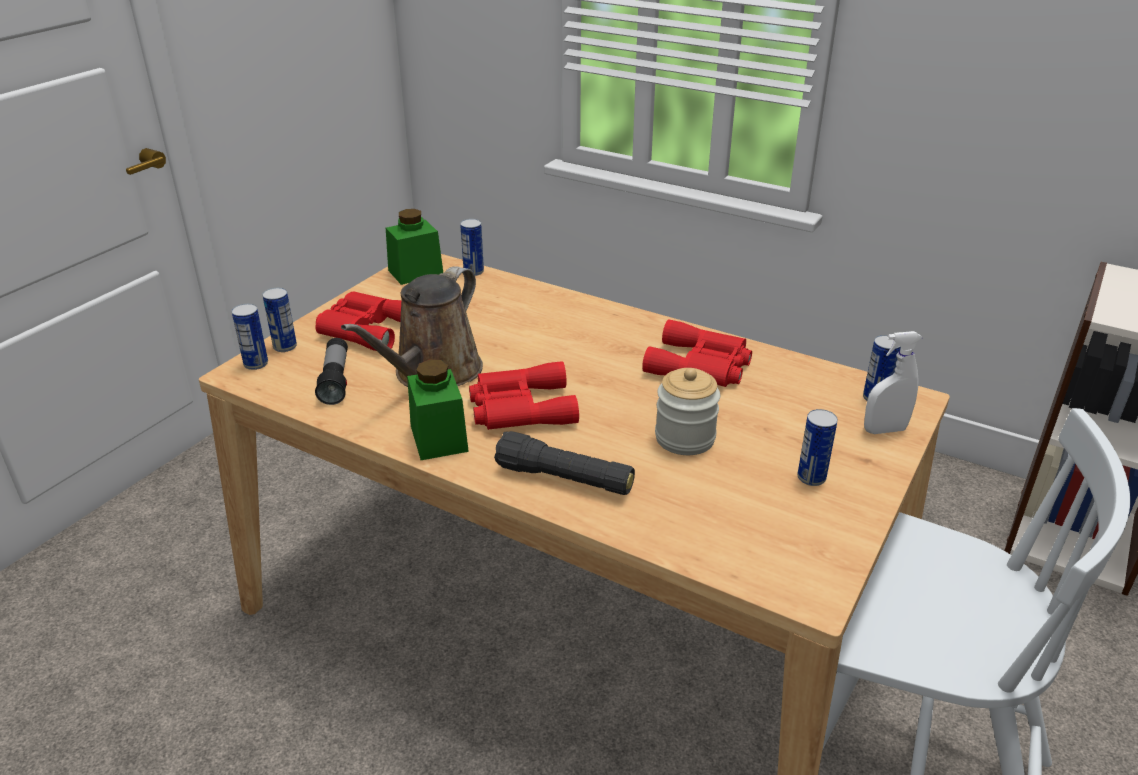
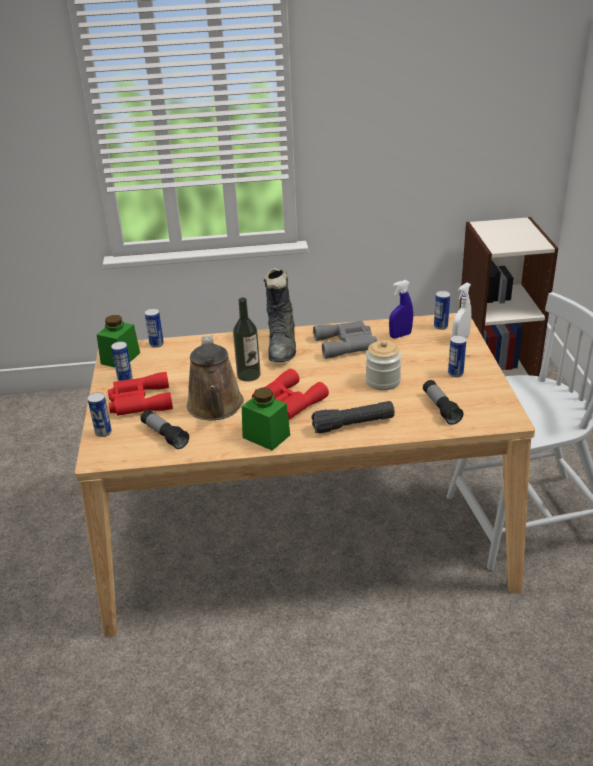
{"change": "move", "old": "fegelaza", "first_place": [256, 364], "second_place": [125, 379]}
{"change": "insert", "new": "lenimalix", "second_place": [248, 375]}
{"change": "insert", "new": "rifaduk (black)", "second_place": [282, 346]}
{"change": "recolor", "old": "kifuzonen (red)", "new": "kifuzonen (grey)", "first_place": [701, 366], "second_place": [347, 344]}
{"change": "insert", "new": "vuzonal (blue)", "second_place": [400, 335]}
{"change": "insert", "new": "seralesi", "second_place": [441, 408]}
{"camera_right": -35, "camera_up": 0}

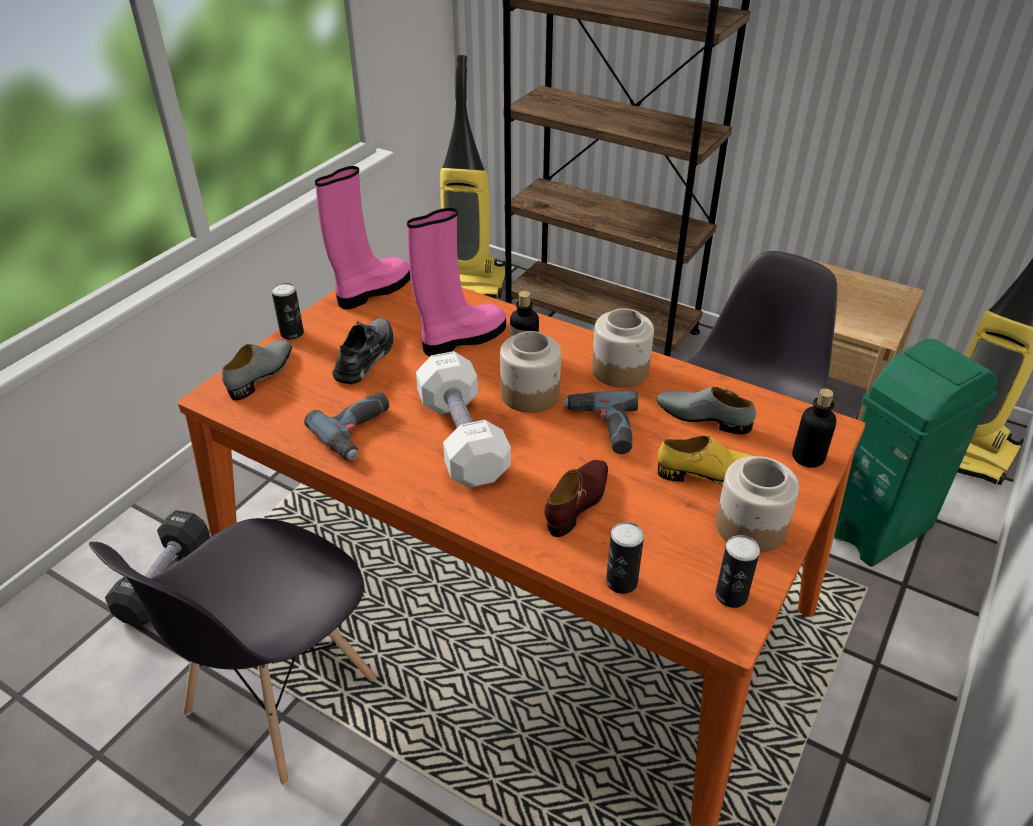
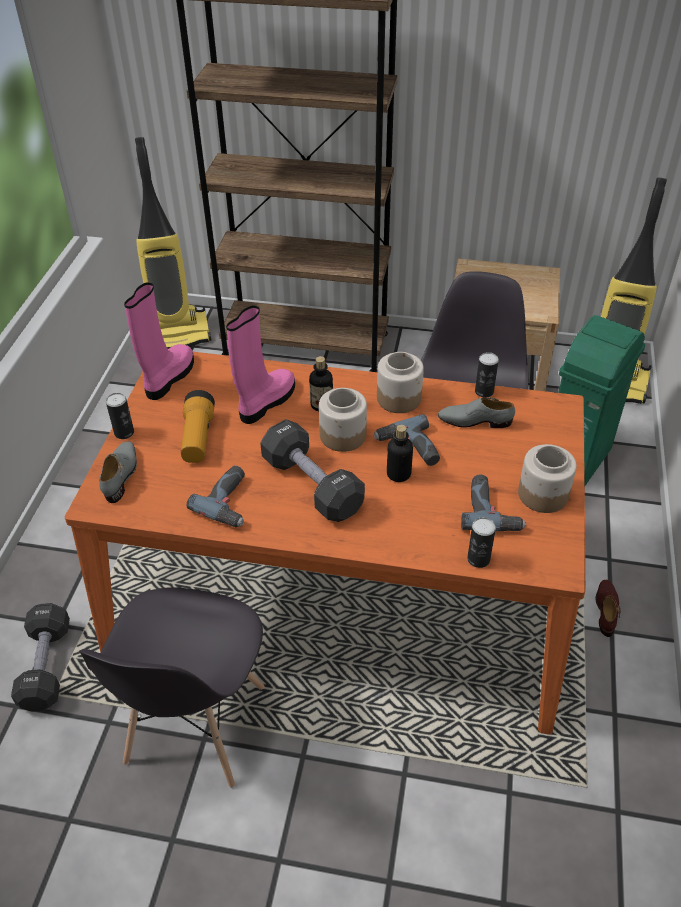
{"change": "replace", "old": "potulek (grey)", "new": "seralesi", "first_place": [365, 357], "second_place": [198, 437]}
{"change": "recolor", "old": "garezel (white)", "new": "garezel (black)", "first_place": [462, 438], "second_place": [312, 485]}
{"change": "move", "old": "lenimalix", "first_place": [808, 457], "second_place": [398, 474]}
{"change": "insert", "new": "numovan", "second_place": [491, 510]}
{"change": "move", "old": "fegelaza", "first_place": [731, 595], "second_place": [484, 391]}
{"change": "move", "old": "potulek (brown)", "first_place": [578, 502], "second_place": [606, 610]}
{"change": "delete", "old": "potulek (yellow)", "first_place": [709, 473]}
{"camera_right": -20, "camera_up": 5}

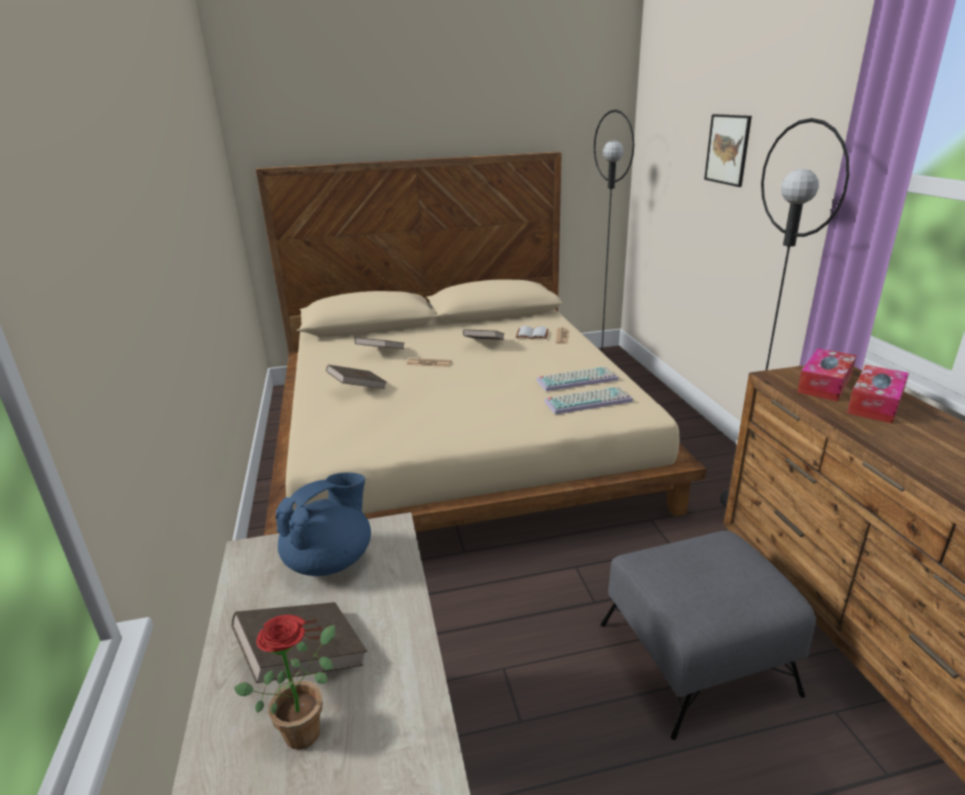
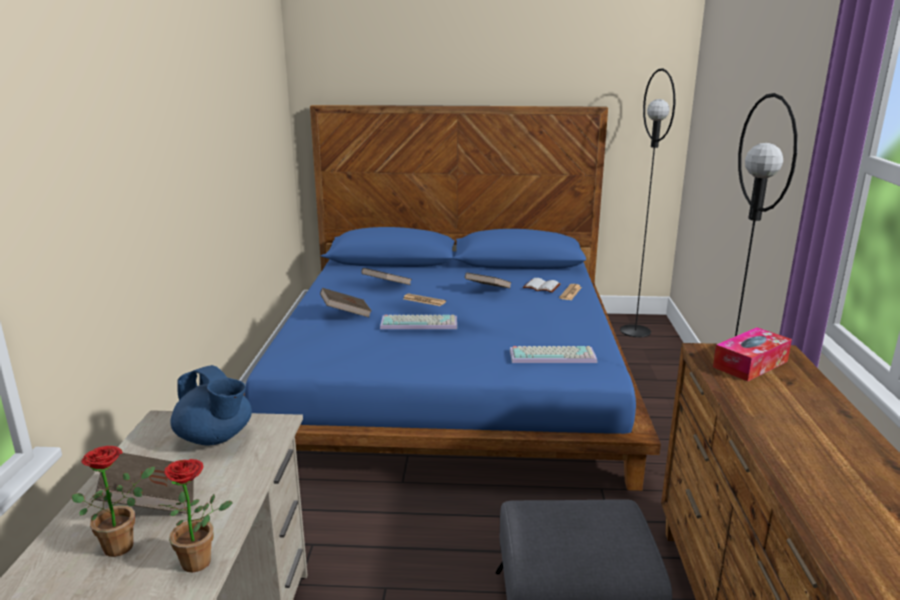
{"change": "insert", "new": "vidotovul", "second_place": [203, 561]}
{"change": "rotate", "old": "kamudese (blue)", "first_place": [330, 560], "second_place": [215, 438], "degrees": 75}
{"change": "recolor", "old": "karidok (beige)", "new": "karidok (blue)", "first_place": [456, 437], "second_place": [449, 379]}
{"change": "move", "old": "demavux", "first_place": [577, 379], "second_place": [420, 323]}
{"change": "delete", "old": "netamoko", "first_place": [727, 149]}
{"change": "delete", "old": "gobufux", "first_place": [875, 404]}
{"camera_right": 15, "camera_up": -5}

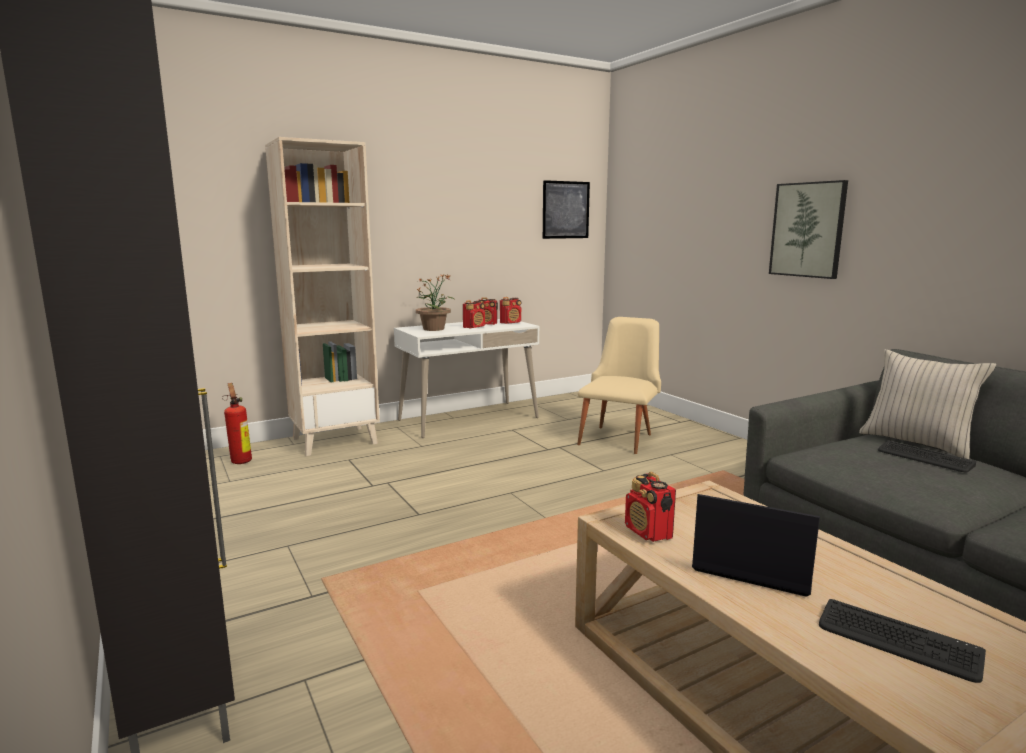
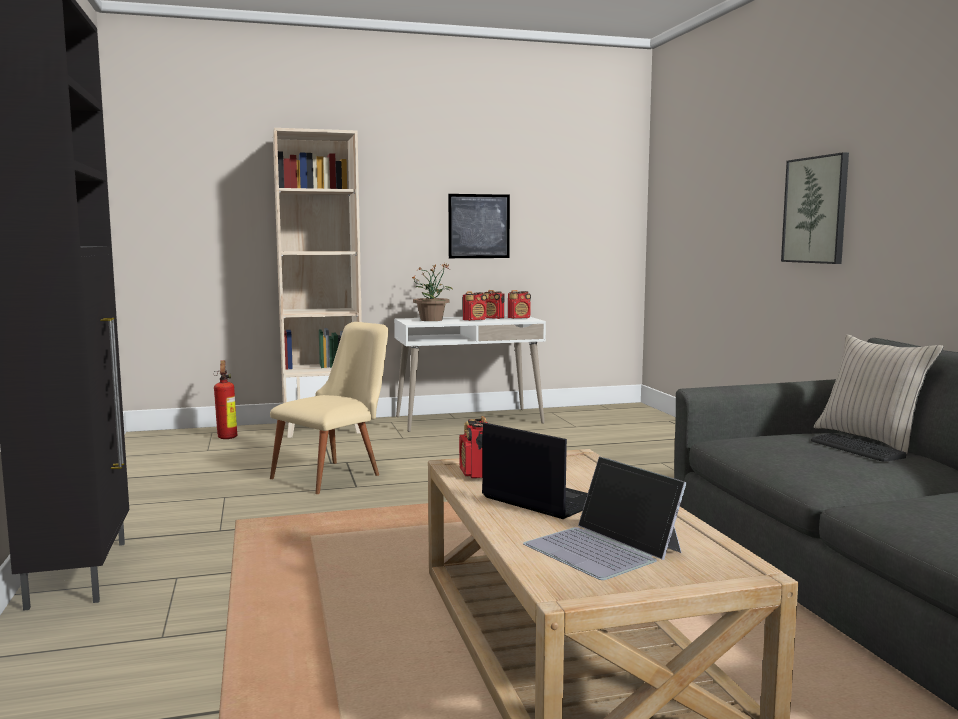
{"change": "move", "old": "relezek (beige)", "first_place": [619, 437], "second_place": [335, 475]}
{"change": "move", "old": "netamoko", "first_place": [565, 210], "second_place": [479, 226]}
{"change": "replace", "old": "demavux", "new": "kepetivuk", "first_place": [897, 641], "second_place": [603, 548]}
{"camera_right": 15, "camera_up": -5}

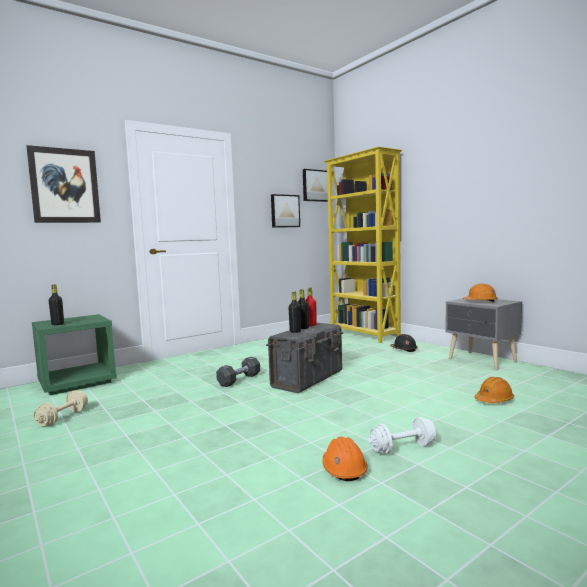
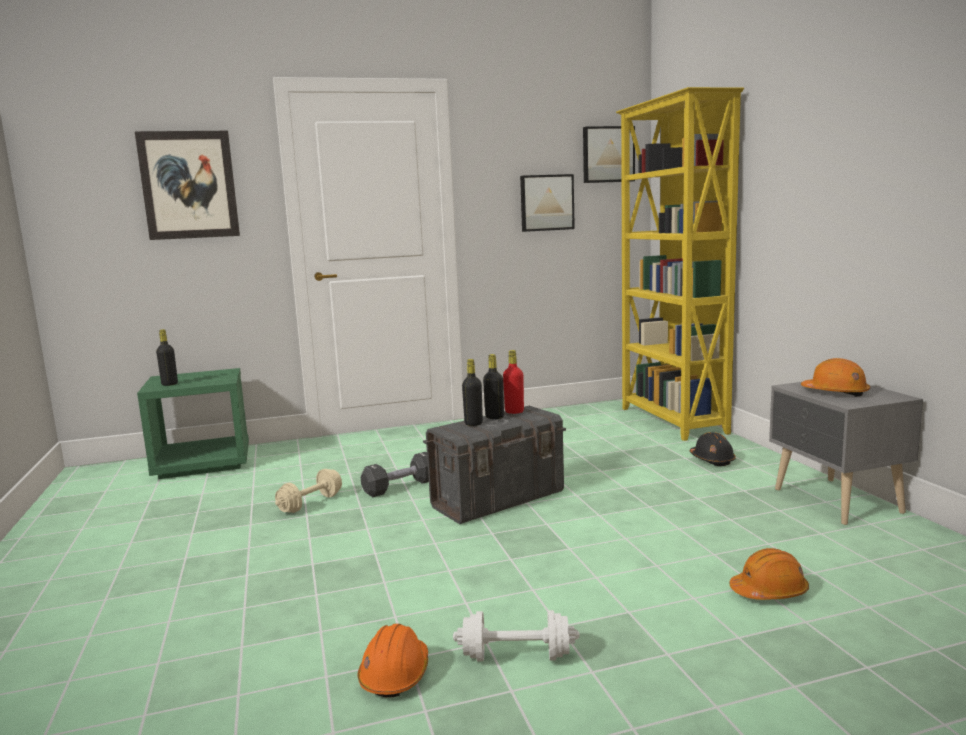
{"change": "move", "old": "garezel (beige)", "first_place": [63, 418], "second_place": [310, 504]}
{"camera_right": 20, "camera_up": 5}

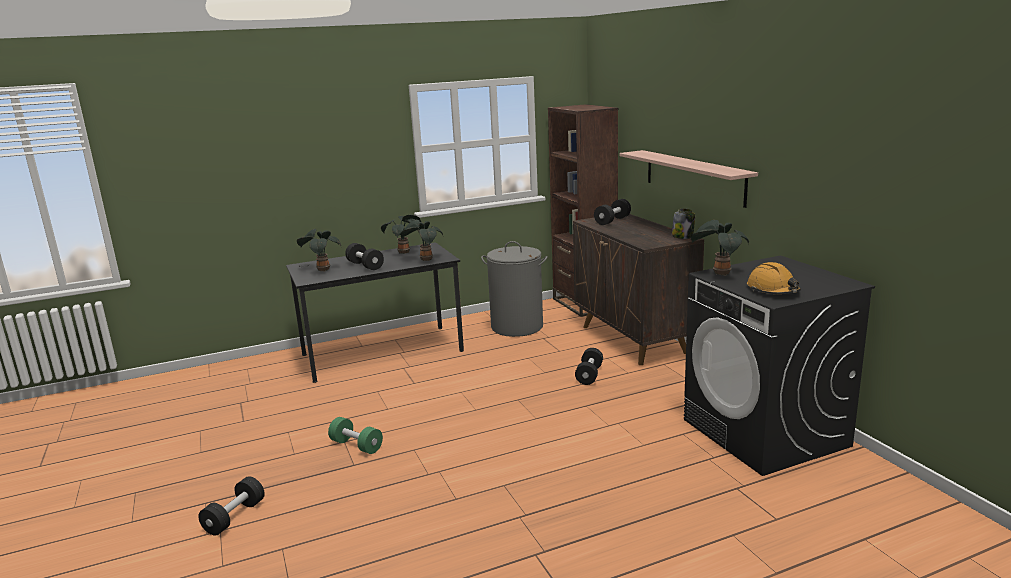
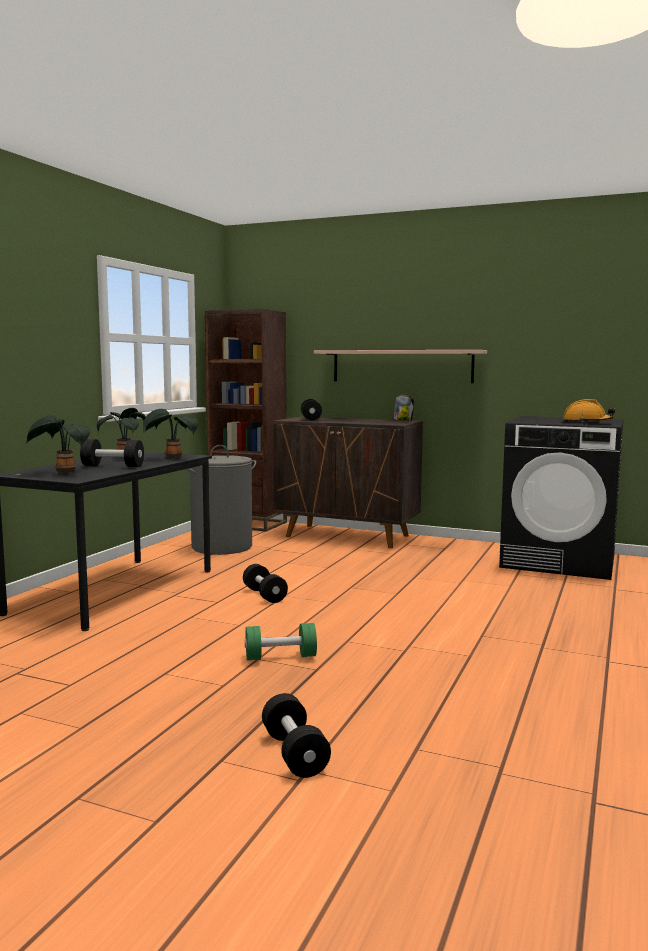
{"change": "move", "old": "garezel (black)", "first_place": [589, 375], "second_place": [264, 595]}
{"change": "delete", "old": "vidotovul", "first_place": [719, 273]}
{"camera_right": -45, "camera_up": -10}

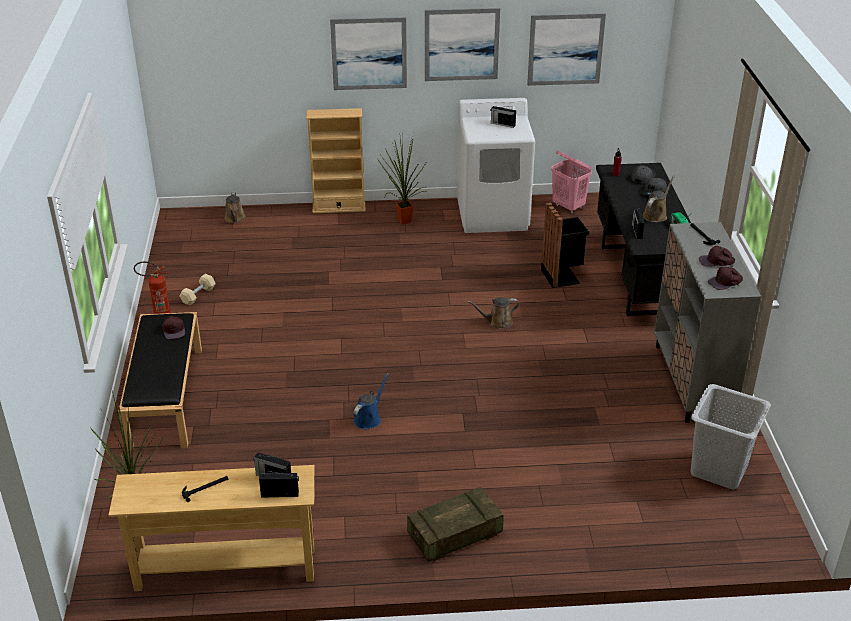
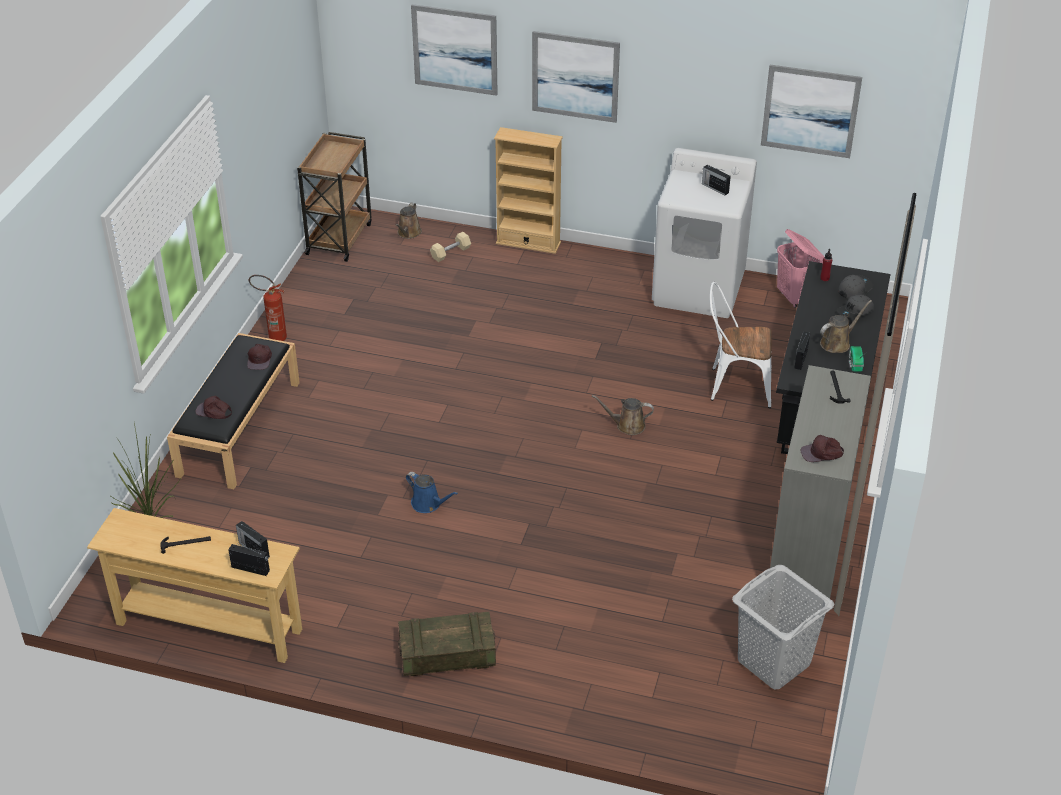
{"change": "move", "old": "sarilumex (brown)", "first_place": [716, 261], "second_place": [214, 412]}
{"change": "insert", "new": "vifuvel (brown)", "second_place": [339, 238]}
{"change": "rotate", "old": "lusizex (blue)", "first_place": [369, 418], "second_place": [428, 504], "degrees": 75}
{"change": "move", "old": "netamoko", "first_place": [461, 44], "second_place": [455, 49]}
{"change": "move", "old": "garezel (beige)", "first_place": [198, 295], "second_place": [450, 253]}
{"change": "replace", "old": "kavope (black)", "new": "relezek (white)", "first_place": [562, 276], "second_place": [734, 385]}
{"change": "delete", "old": "vidotovul", "first_place": [402, 221]}
{"camera_right": 20, "camera_up": 5}

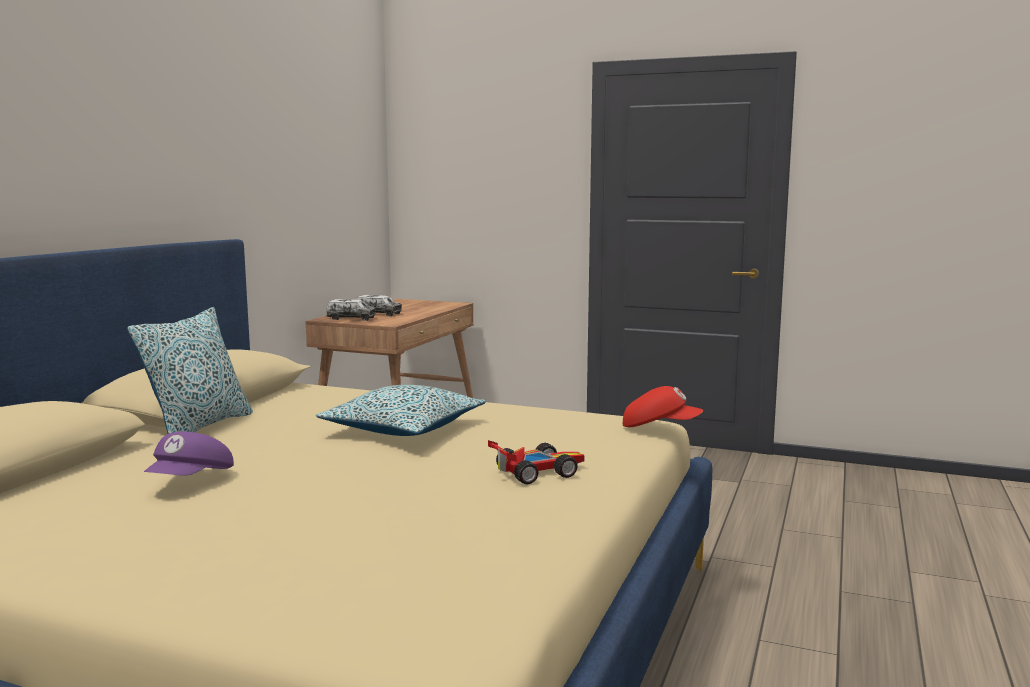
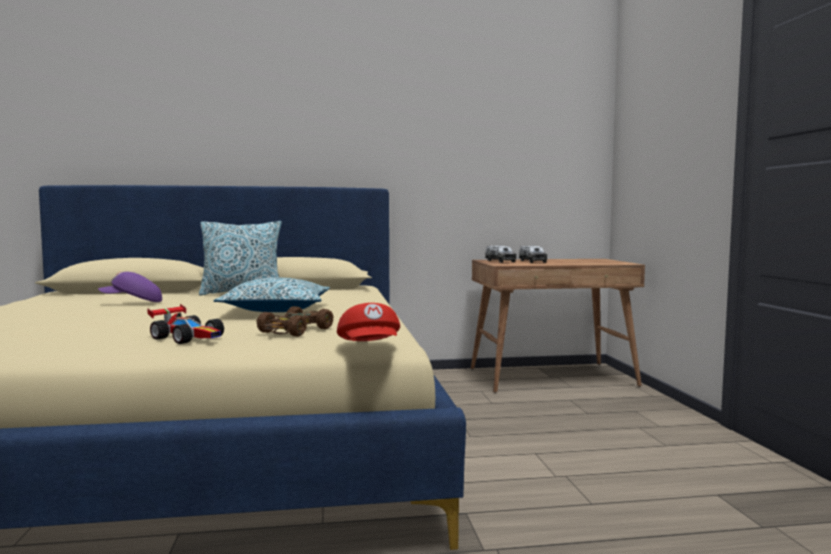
{"change": "insert", "new": "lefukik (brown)", "second_place": [295, 331]}
{"camera_right": 60, "camera_up": -5}

